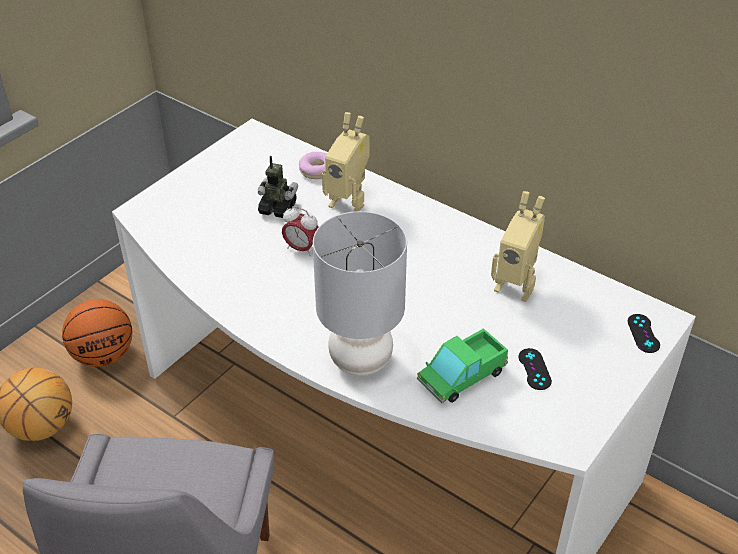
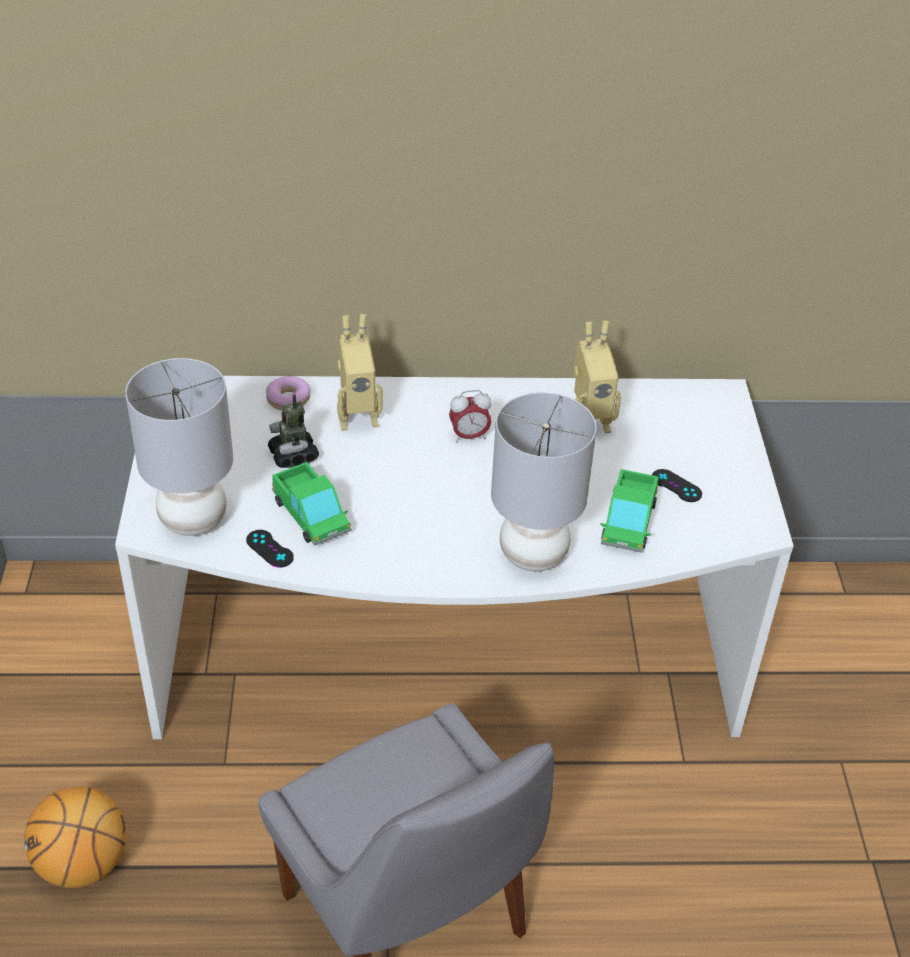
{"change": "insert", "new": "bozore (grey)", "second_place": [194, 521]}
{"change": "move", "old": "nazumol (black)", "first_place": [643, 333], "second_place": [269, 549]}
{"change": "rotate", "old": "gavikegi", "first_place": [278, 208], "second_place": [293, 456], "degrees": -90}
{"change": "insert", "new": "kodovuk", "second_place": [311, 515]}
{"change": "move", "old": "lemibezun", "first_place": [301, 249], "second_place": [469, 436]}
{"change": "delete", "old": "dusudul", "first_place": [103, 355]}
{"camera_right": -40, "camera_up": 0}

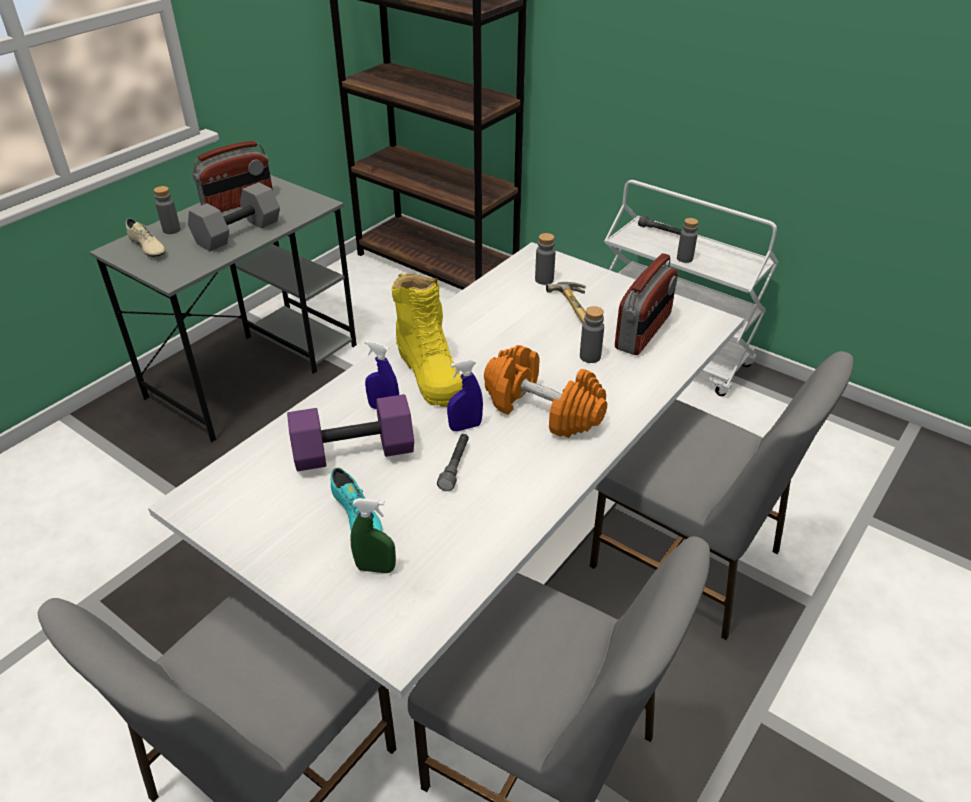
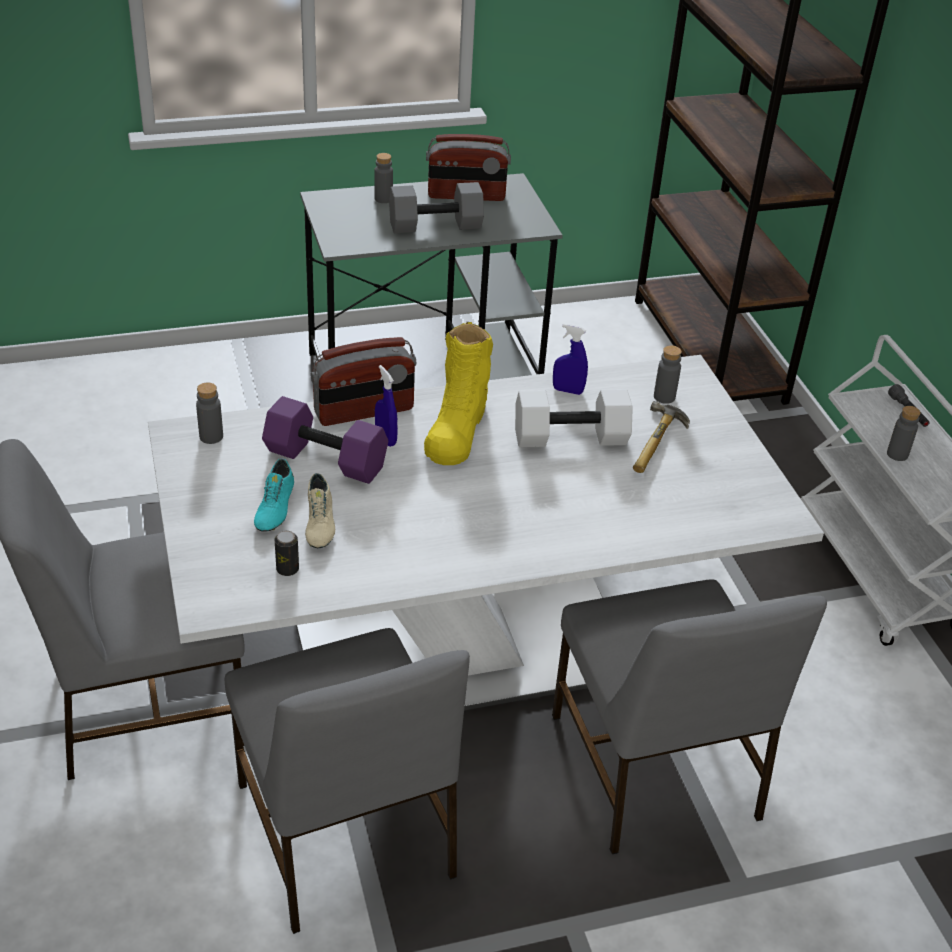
{"change": "move", "old": "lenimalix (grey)", "first_place": [590, 356], "second_place": [211, 436]}
{"change": "insert", "new": "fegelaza", "second_place": [287, 569]}
{"change": "move", "old": "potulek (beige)", "first_place": [147, 248], "second_place": [319, 523]}
{"change": "move", "old": "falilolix", "first_place": [643, 332], "second_place": [364, 411]}
{"change": "insert", "new": "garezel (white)", "second_place": [569, 438]}
{"change": "move", "old": "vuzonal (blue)", "first_place": [465, 426], "second_place": [567, 391]}
{"change": "delete", "old": "vuzonal (green)", "first_place": [375, 568]}
{"change": "delete", "old": "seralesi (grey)", "first_place": [455, 466]}
{"change": "delete", "old": "garezel (orange)", "first_place": [542, 410]}
{"camera_right": 35, "camera_up": 0}

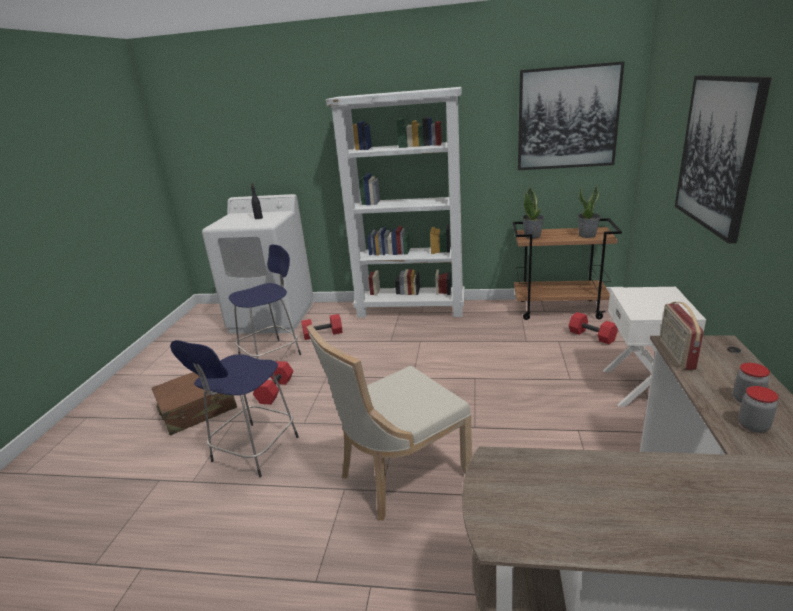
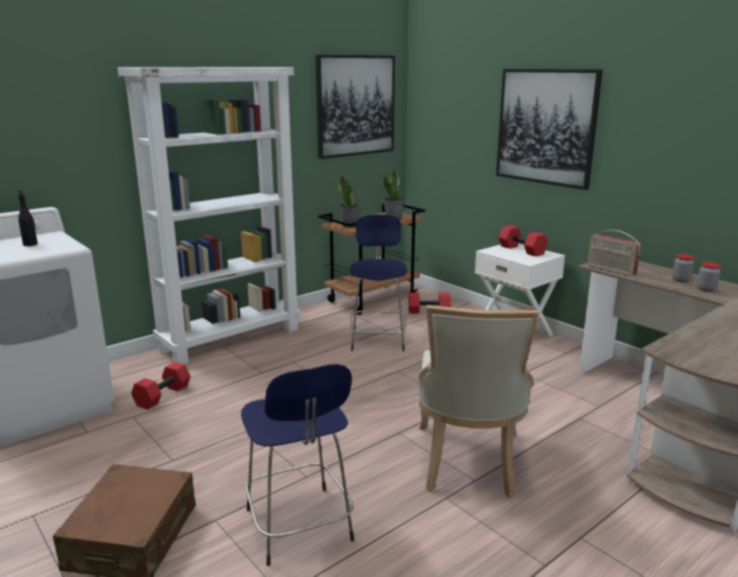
{"change": "move", "old": "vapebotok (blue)", "first_place": [272, 354], "second_place": [378, 338]}
{"change": "move", "old": "garezel (red)", "first_place": [275, 390], "second_place": [521, 250]}
{"camera_right": -50, "camera_up": -5}

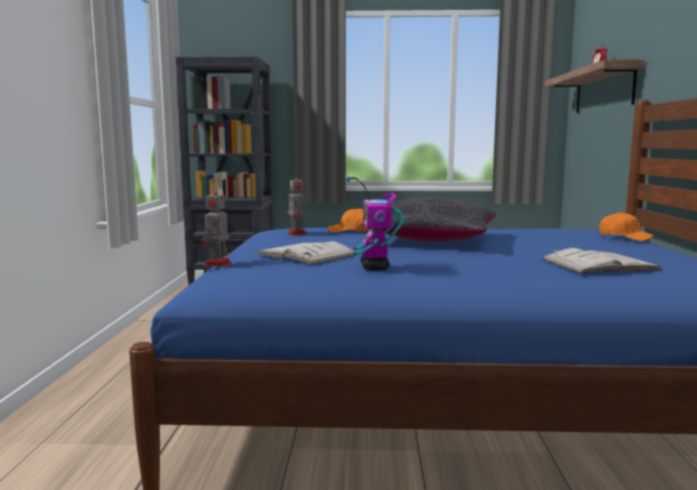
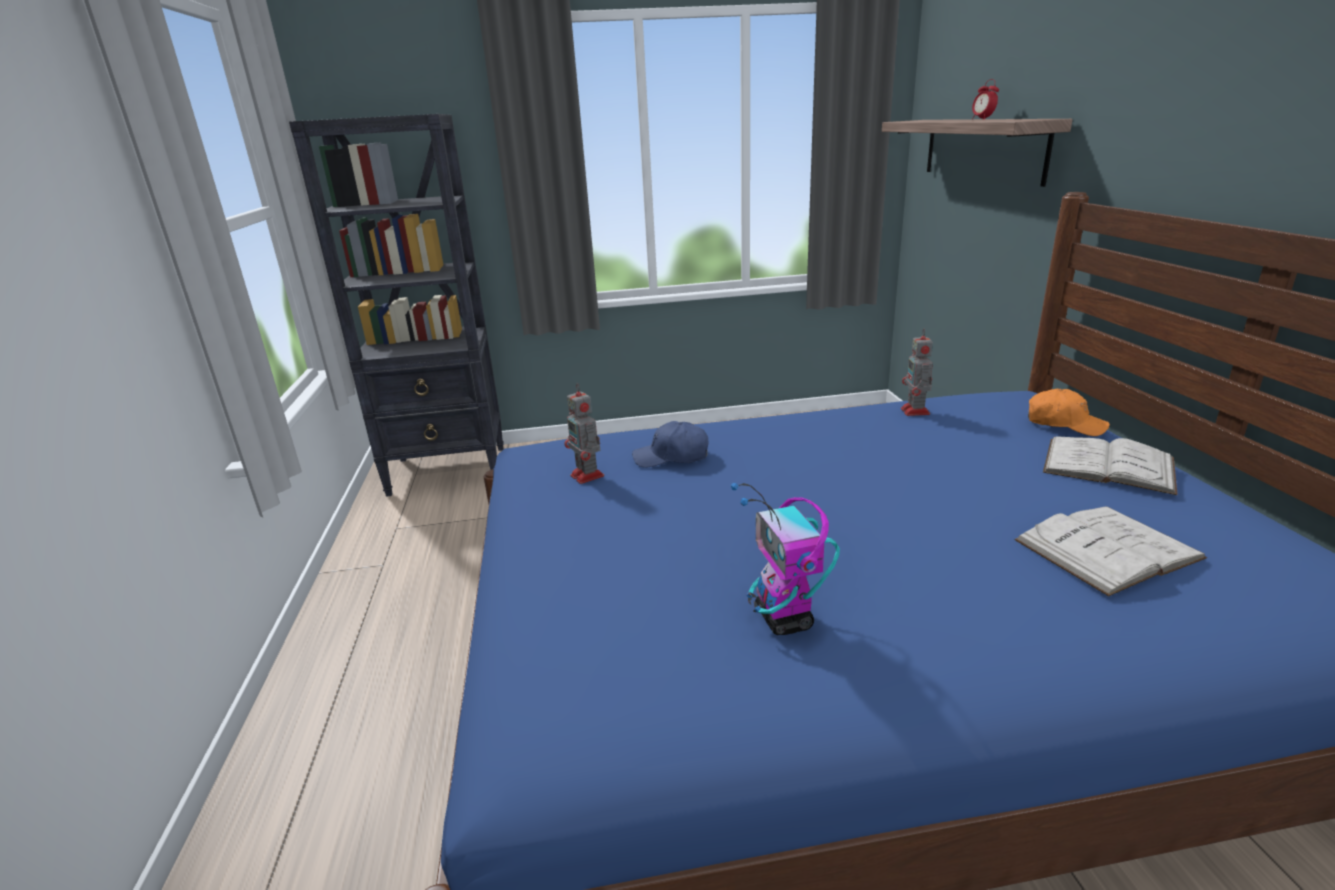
{"change": "recolor", "old": "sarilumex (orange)", "new": "sarilumex (blue)", "first_place": [352, 231], "second_place": [672, 457]}
{"change": "move", "old": "gavikegi", "first_place": [217, 264], "second_place": [915, 412]}
{"change": "move", "old": "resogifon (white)", "first_place": [307, 254], "second_place": [1108, 465]}
{"change": "delete", "old": "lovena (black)", "first_place": [433, 240]}
{"camera_right": -10, "camera_up": 15}

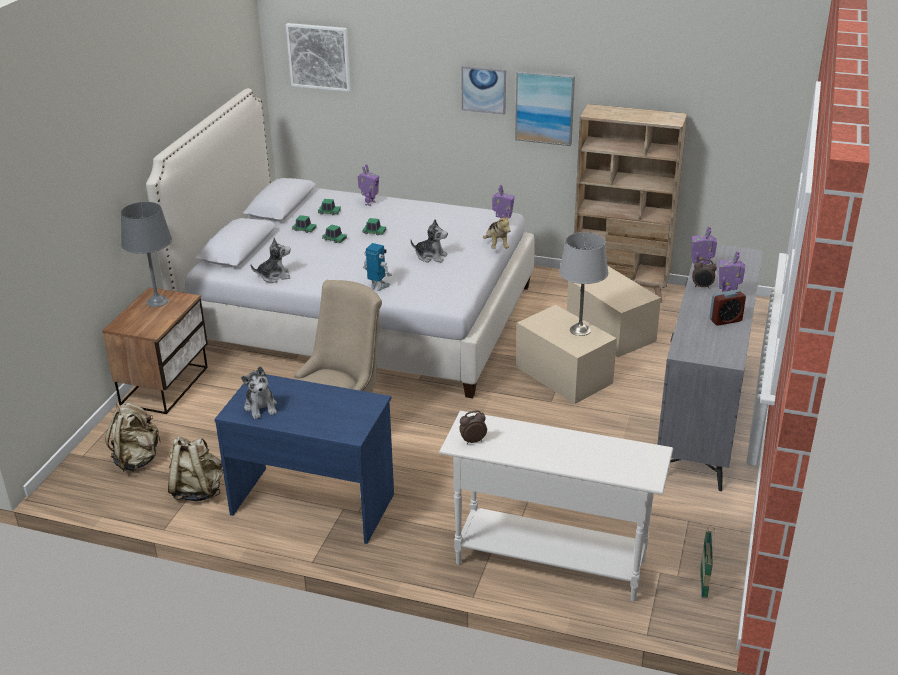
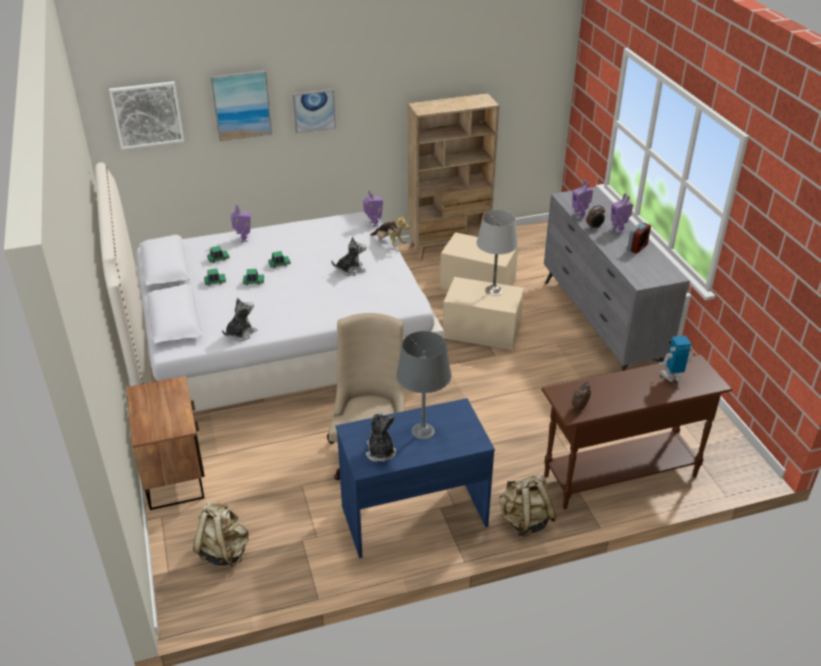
{"change": "move", "old": "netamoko", "first_place": [545, 107], "second_place": [241, 105]}
{"change": "rotate", "old": "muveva", "first_place": [261, 407], "second_place": [380, 452], "degrees": -135}
{"change": "move", "old": "bozore (grey)", "first_place": [157, 301], "second_place": [423, 431]}
{"change": "move", "old": "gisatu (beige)", "first_place": [197, 490], "second_place": [524, 521]}
{"change": "recolor", "old": "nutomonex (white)", "new": "nutomonex (brown)", "first_place": [549, 561], "second_place": [619, 476]}
{"change": "move", "old": "gavikegi", "first_place": [378, 287], "second_place": [672, 376]}
{"change": "delete", "old": "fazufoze", "first_place": [703, 583]}
{"camera_right": -35, "camera_up": 5}

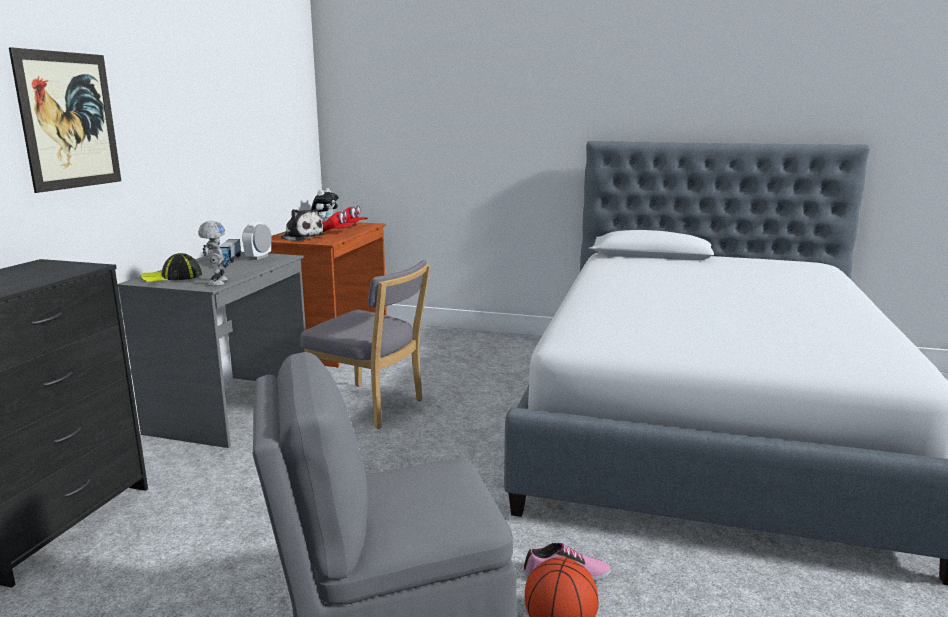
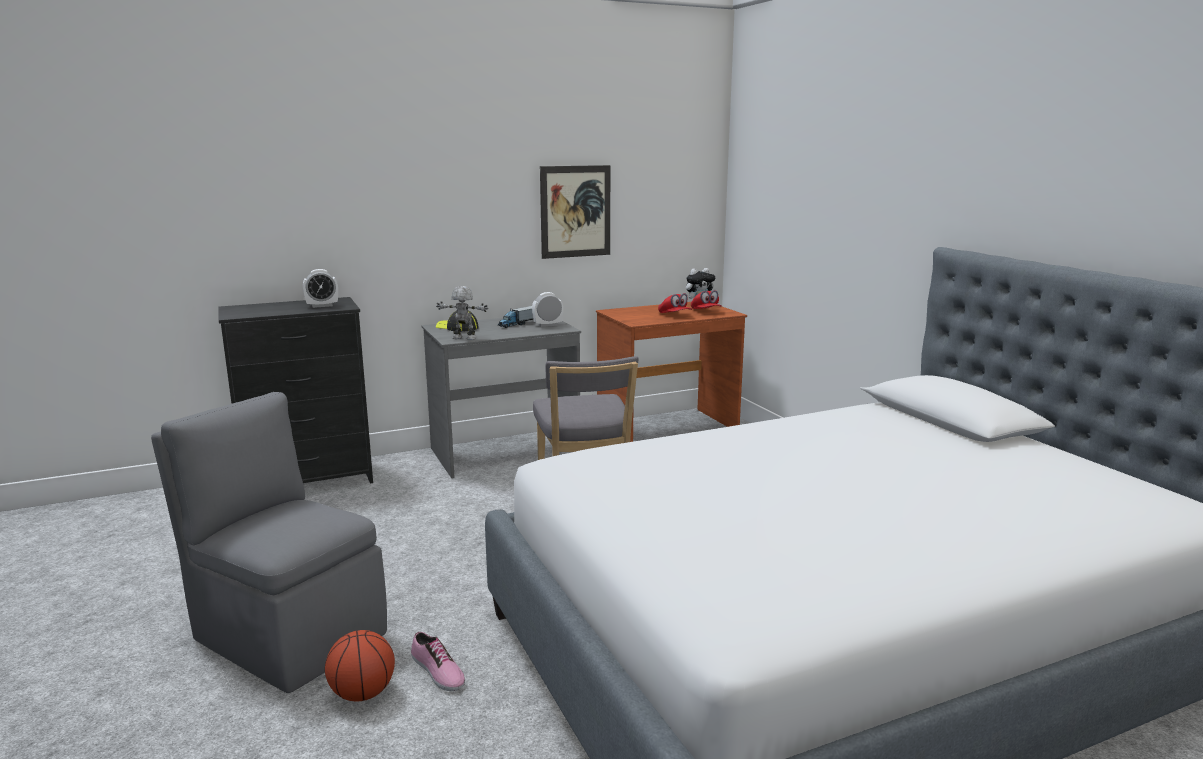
{"change": "insert", "new": "lemibezun", "second_place": [322, 306]}
{"change": "rotate", "old": "gavikegi", "first_place": [217, 282], "second_place": [464, 338], "degrees": -120}
{"change": "move", "old": "netamoko", "first_place": [69, 120], "second_place": [575, 211]}
{"change": "delete", "old": "muveva", "first_place": [301, 237]}
{"camera_right": 50, "camera_up": 0}

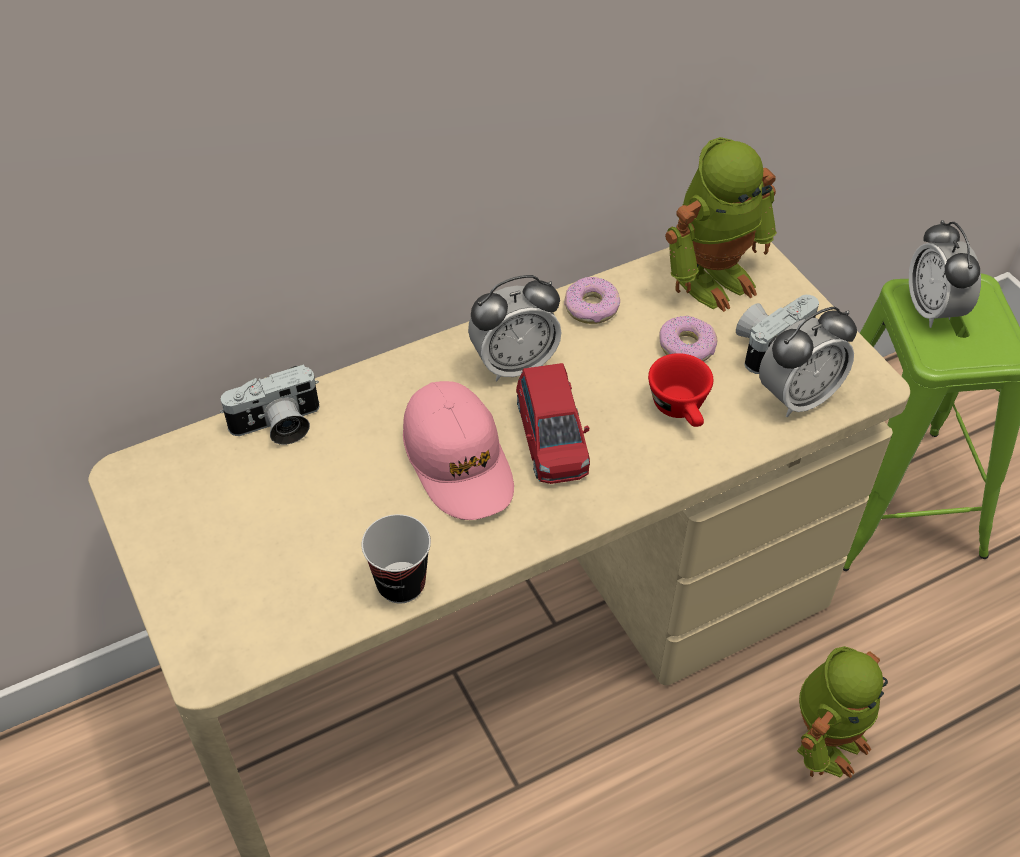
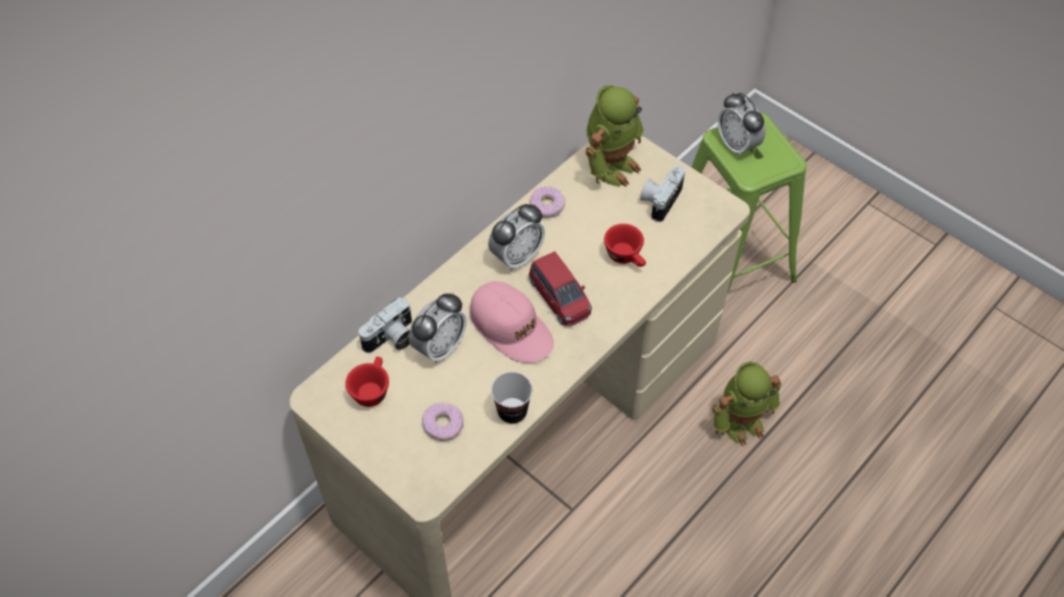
{"change": "insert", "new": "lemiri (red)", "second_place": [371, 389]}
{"change": "move", "old": "lemibezun", "first_place": [797, 397], "second_place": [440, 347]}
{"change": "move", "old": "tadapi", "first_place": [687, 347], "second_place": [443, 425]}
{"change": "rotate", "old": "gavikegi", "first_place": [826, 738], "second_place": [740, 421], "degrees": 45}
{"camera_right": -20, "camera_up": 5}

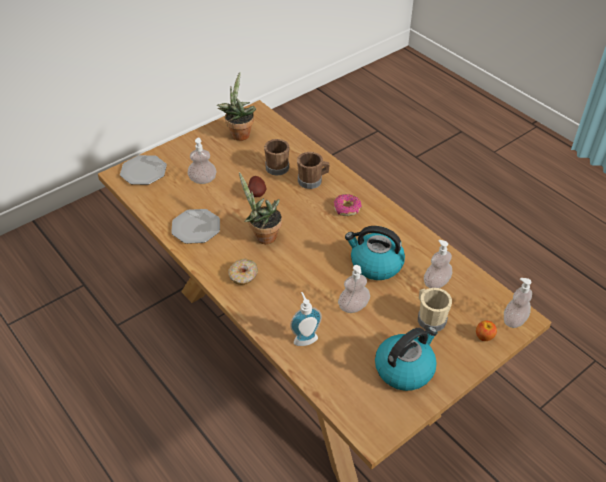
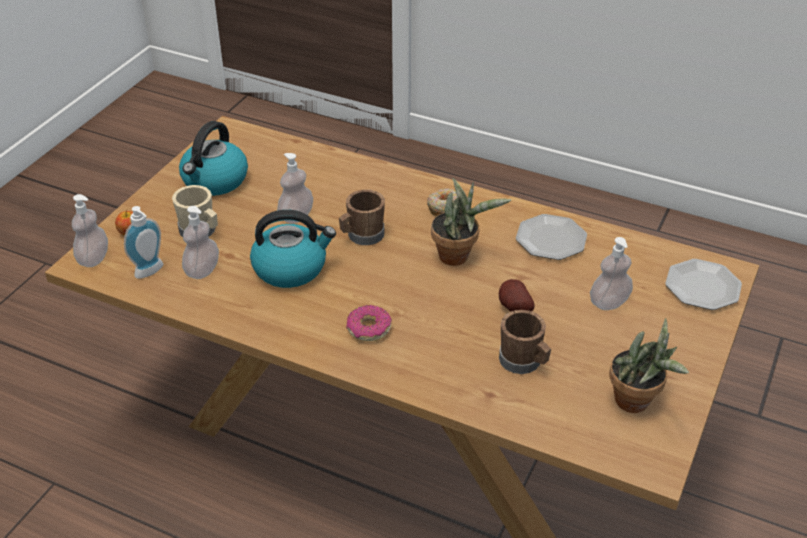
{"change": "move", "old": "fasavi", "first_place": [304, 338], "second_place": [151, 272]}
{"change": "move", "old": "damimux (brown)", "first_place": [312, 181], "second_place": [362, 236]}
{"camera_right": 155, "camera_up": -5}

